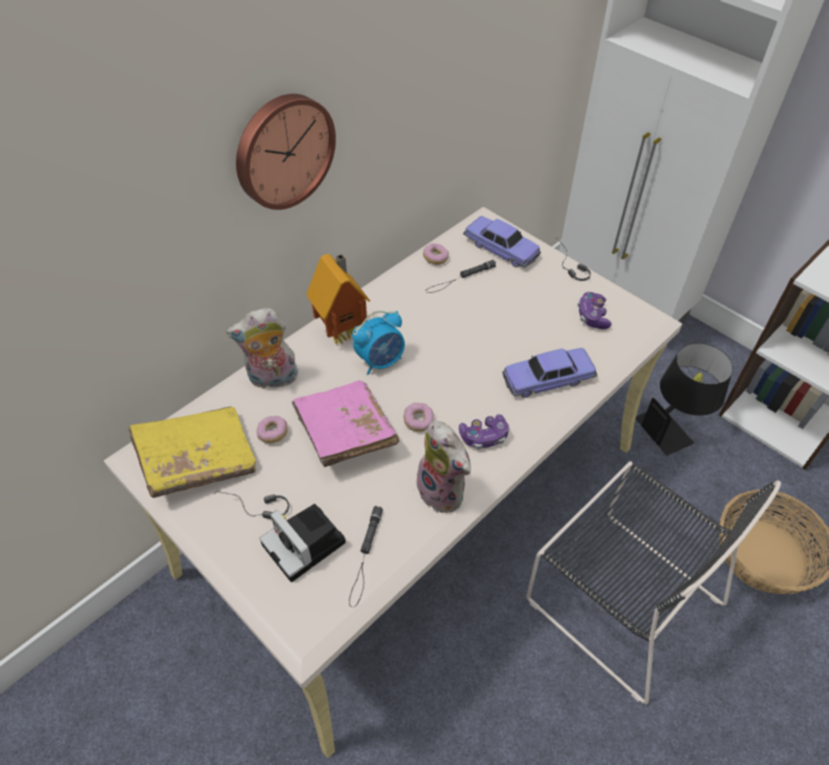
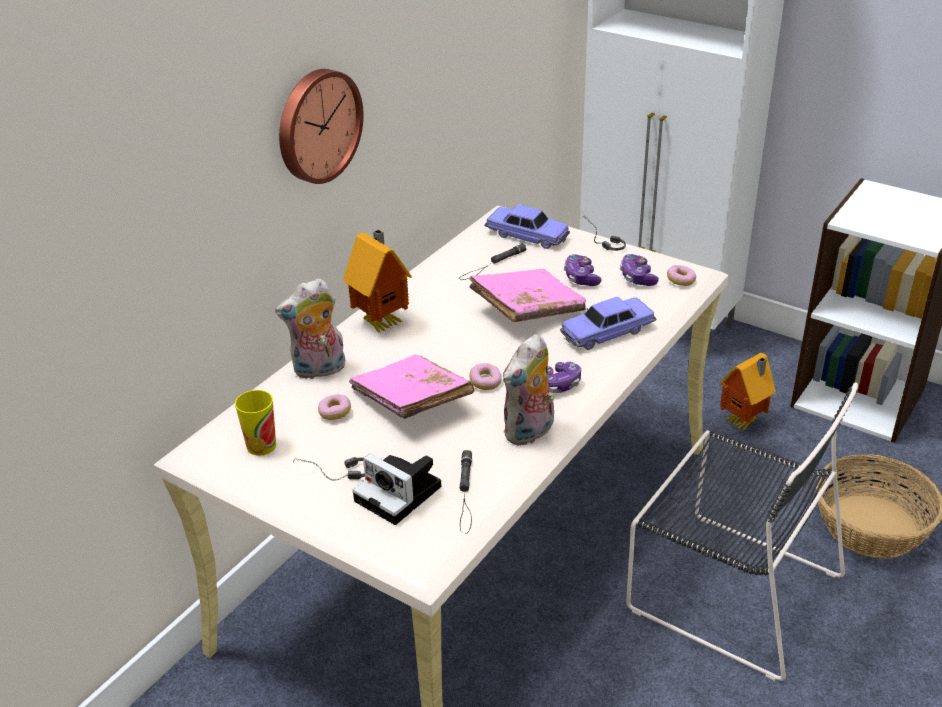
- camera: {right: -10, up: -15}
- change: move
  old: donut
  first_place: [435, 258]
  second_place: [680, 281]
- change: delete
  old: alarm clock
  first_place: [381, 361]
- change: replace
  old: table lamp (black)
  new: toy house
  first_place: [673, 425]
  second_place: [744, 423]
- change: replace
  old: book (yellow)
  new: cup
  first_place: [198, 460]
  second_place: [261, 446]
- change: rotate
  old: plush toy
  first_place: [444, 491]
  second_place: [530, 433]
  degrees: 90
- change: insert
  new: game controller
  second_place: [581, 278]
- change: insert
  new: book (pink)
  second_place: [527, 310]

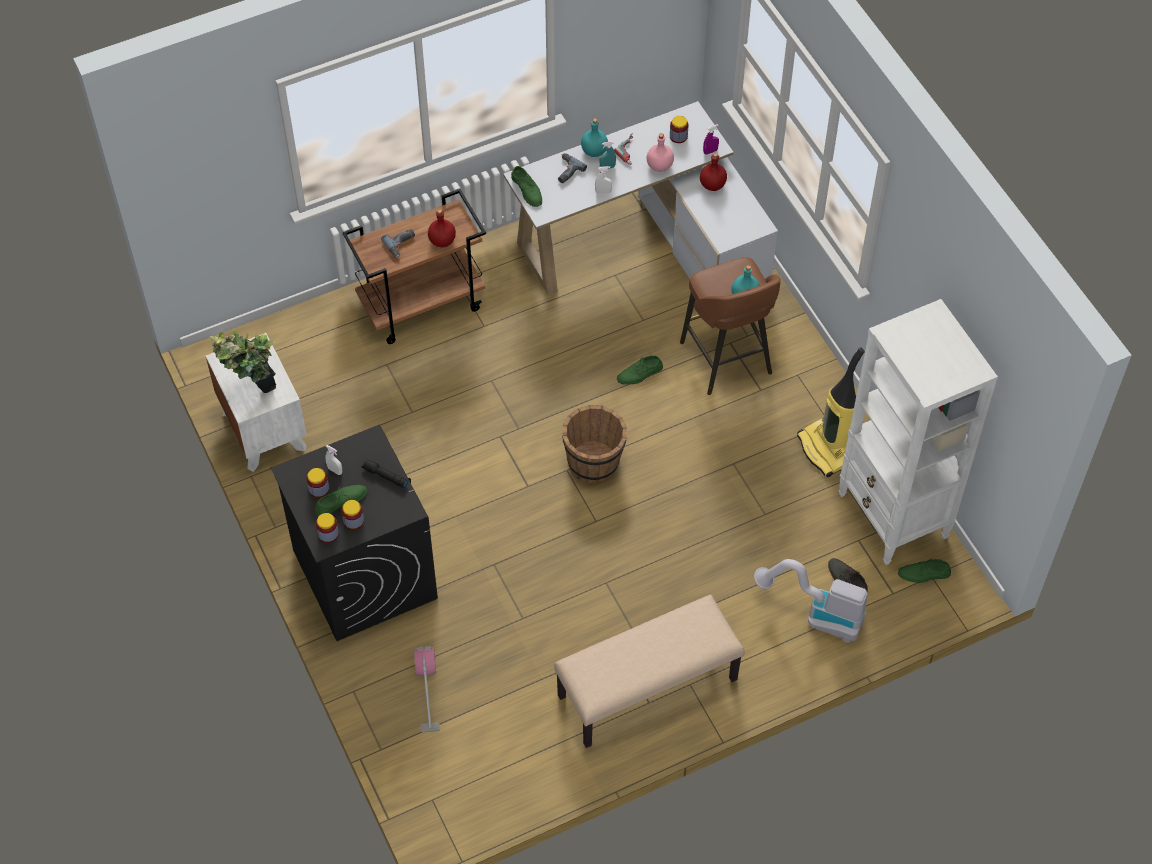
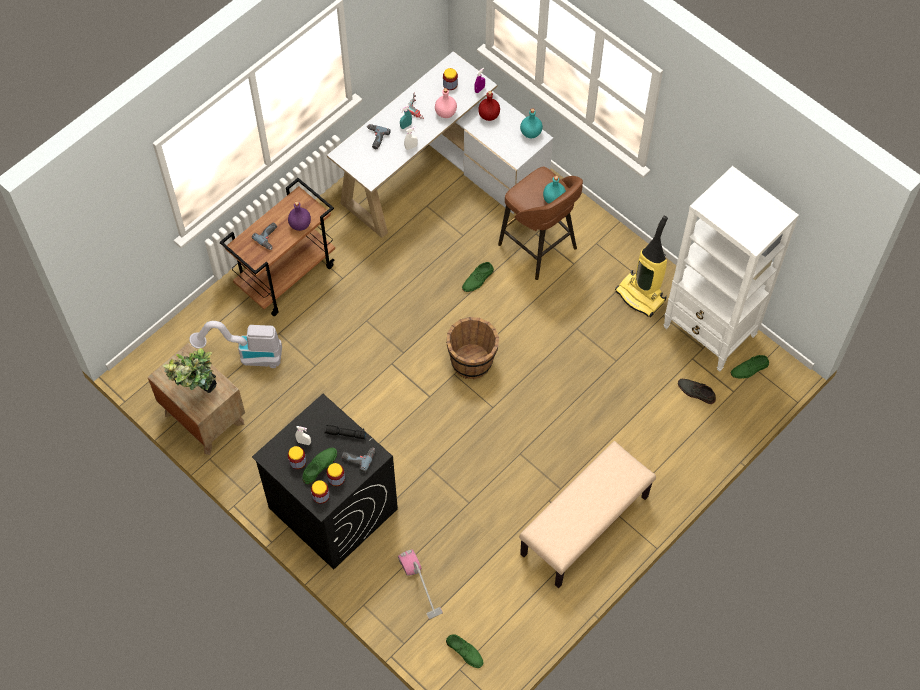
- camera: {right: -20, up: 5}
- change: move
  old: bottle (turquoise)
  first_place: [595, 151]
  second_place: [531, 133]
- change: move
  old: shoe (green)
  first_place: [527, 189]
  second_place: [465, 651]
- change: recolor
  old: bottle (red)
  new: bottle (purple)
  first_place: [442, 241]
  second_place: [300, 225]
- change: recolor
  old: nightstand (white)
  new: nightstand (brown)
  first_place: [263, 430]
  second_place: [203, 418]
- change: move
  old: vacuum cleaner
  first_place: [816, 615]
  second_place: [246, 355]
- change: insert
  new: power drill
  second_place: [358, 457]

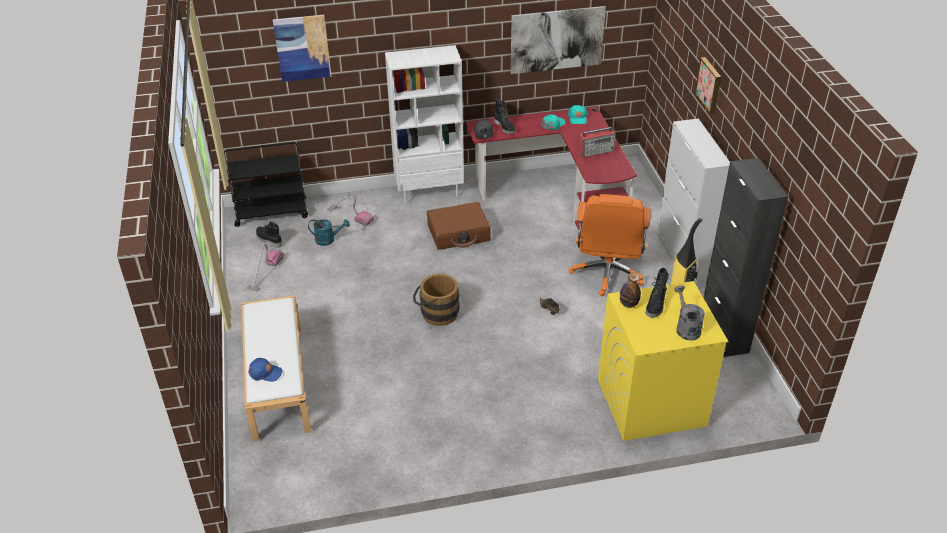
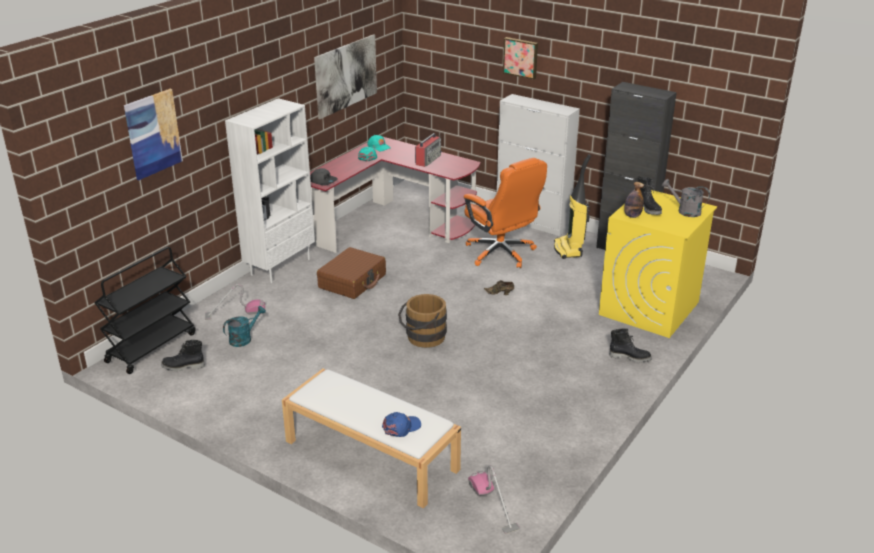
- camera: {right: -45, up: -10}
- change: move
  old: boot (black)
  first_place: [505, 127]
  second_place: [629, 357]
- change: move
  old: vacuum cleaner
  first_place: [265, 272]
  second_place: [493, 505]

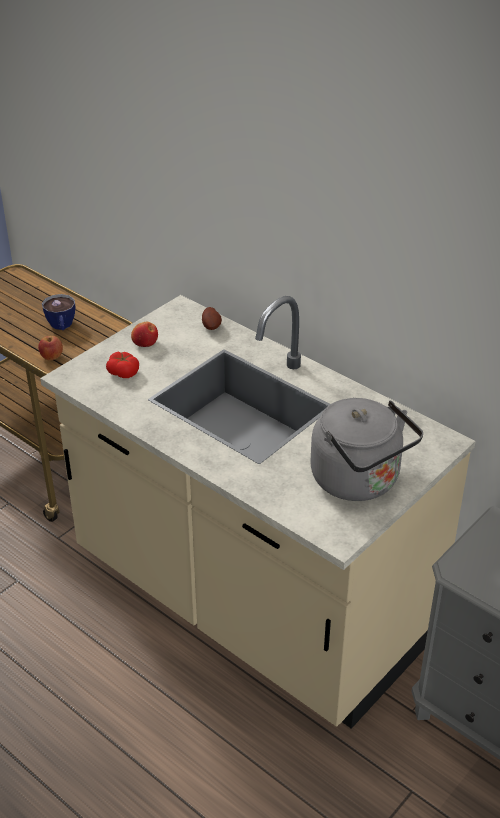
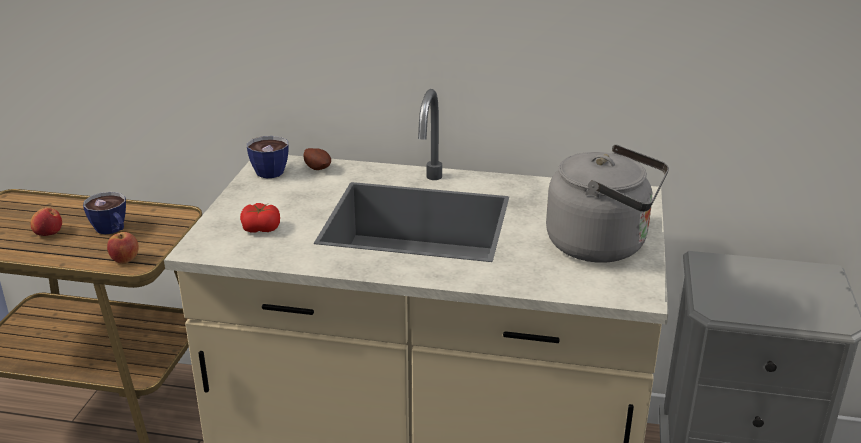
- camera: {right: -30, up: -10}
- change: move
  old: apple
  first_place: [145, 343]
  second_place: [48, 233]
- change: insert
  new: cup
  second_place: [273, 170]

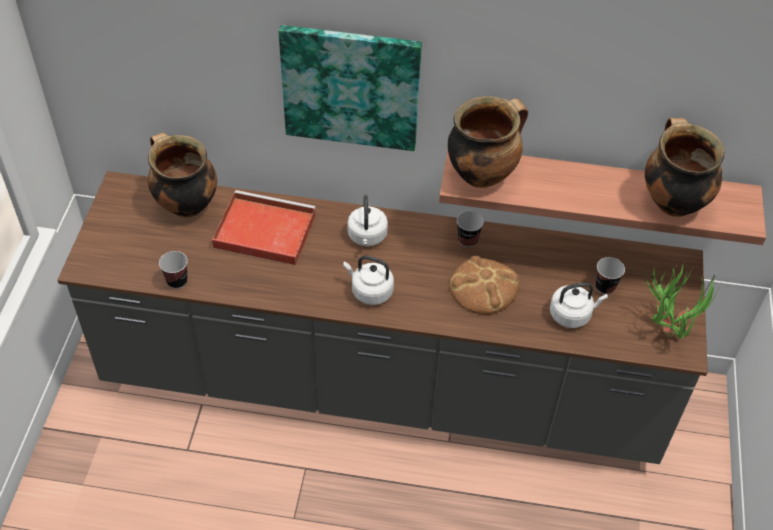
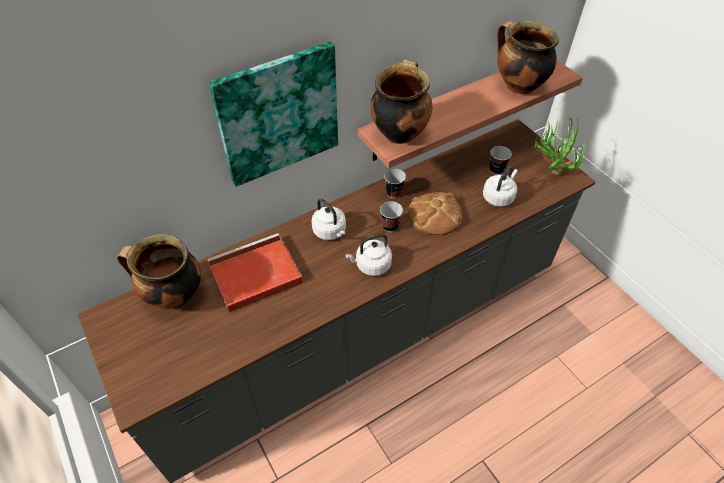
- camera: {right: -40, up: 0}
- change: move
  old: cup
  first_place: [177, 281]
  second_place: [390, 226]

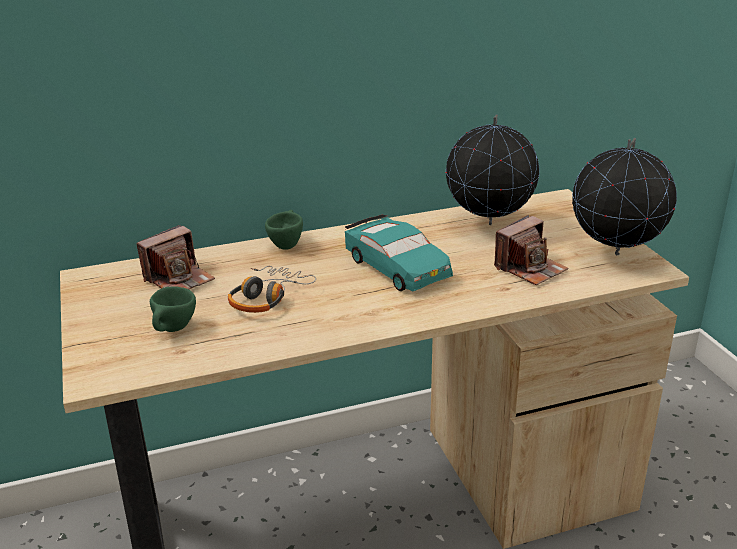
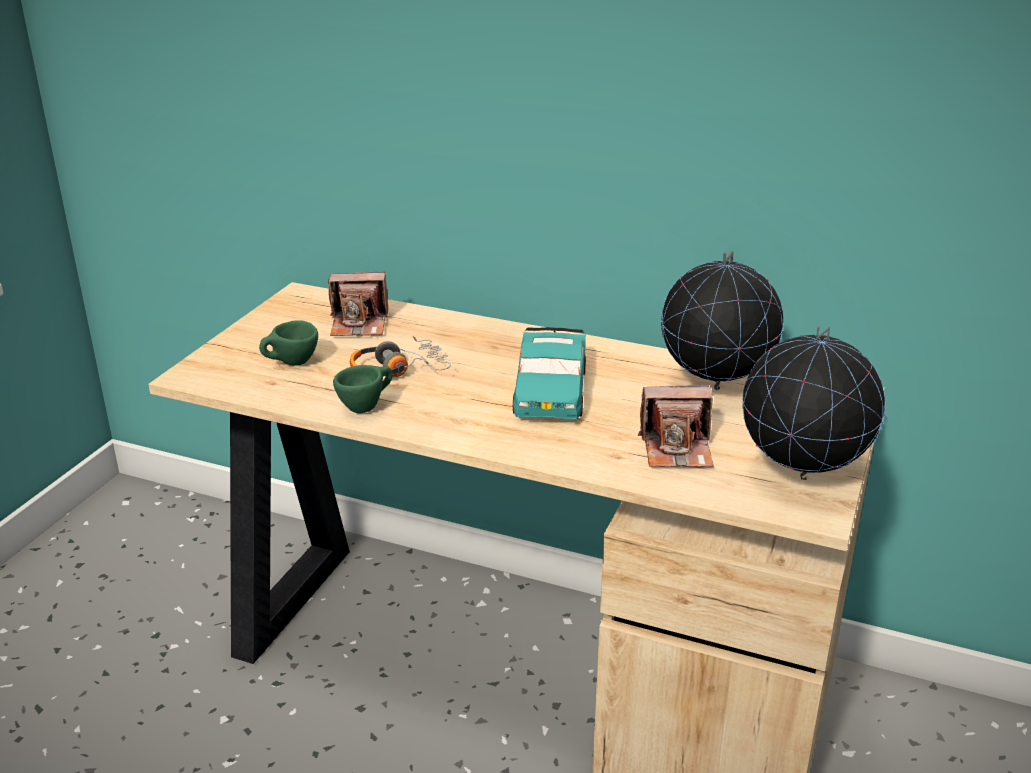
- camera: {right: 40, up: 0}
- change: move
  old: cup (green)
  first_place: [286, 244]
  second_place: [366, 406]

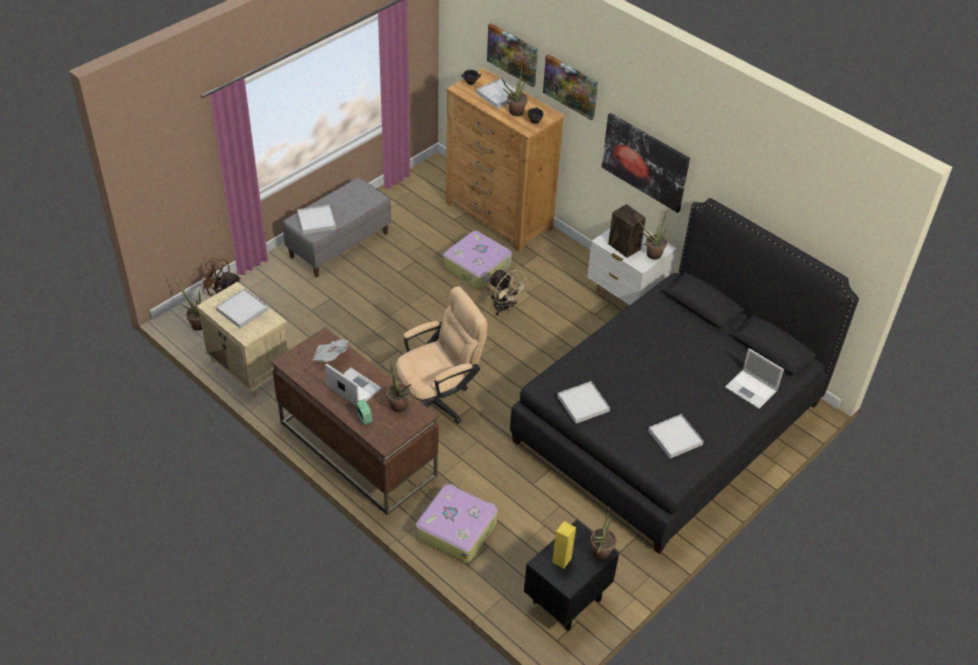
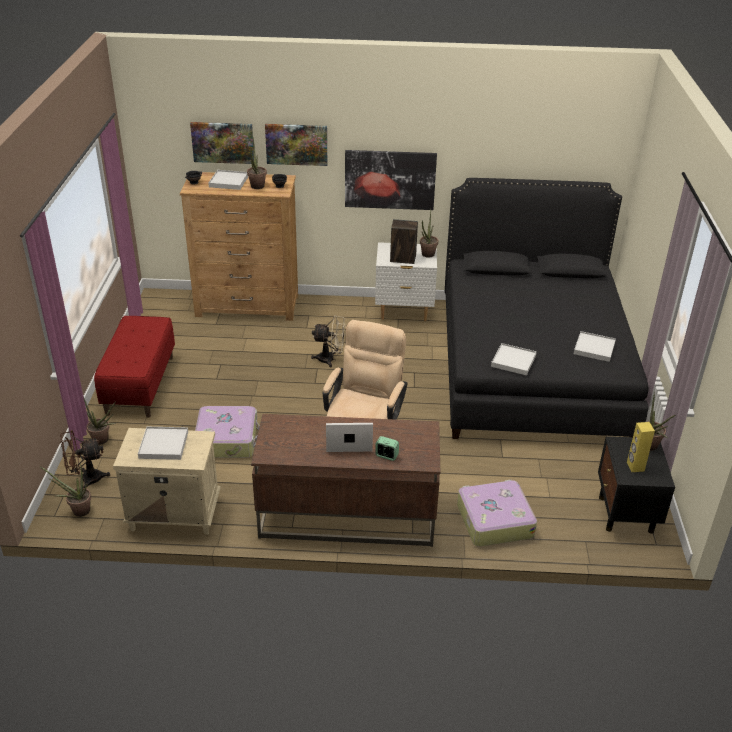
- camera: {right: -40, up: -10}
- change: recolor
  old: bench (grey)
  new: bench (red)
  first_place: [339, 244]
  second_place: [140, 385]
- change: delete
  old: tray (white)
  first_place: [316, 221]
- change: move
  old: suitcase
  first_place: [478, 267]
  second_place: [227, 439]
- change: delete
  old: newspaper
  first_place: [330, 357]
- change: delete
  old: laptop
  first_place: [751, 389]
- change: move
  old: potted plant
  first_place: [400, 408]
  second_place: [103, 440]

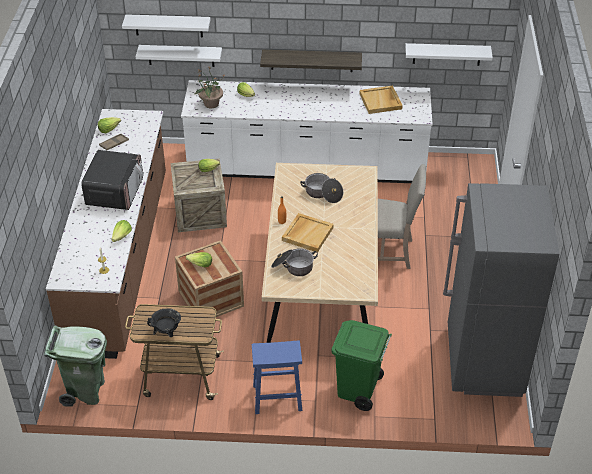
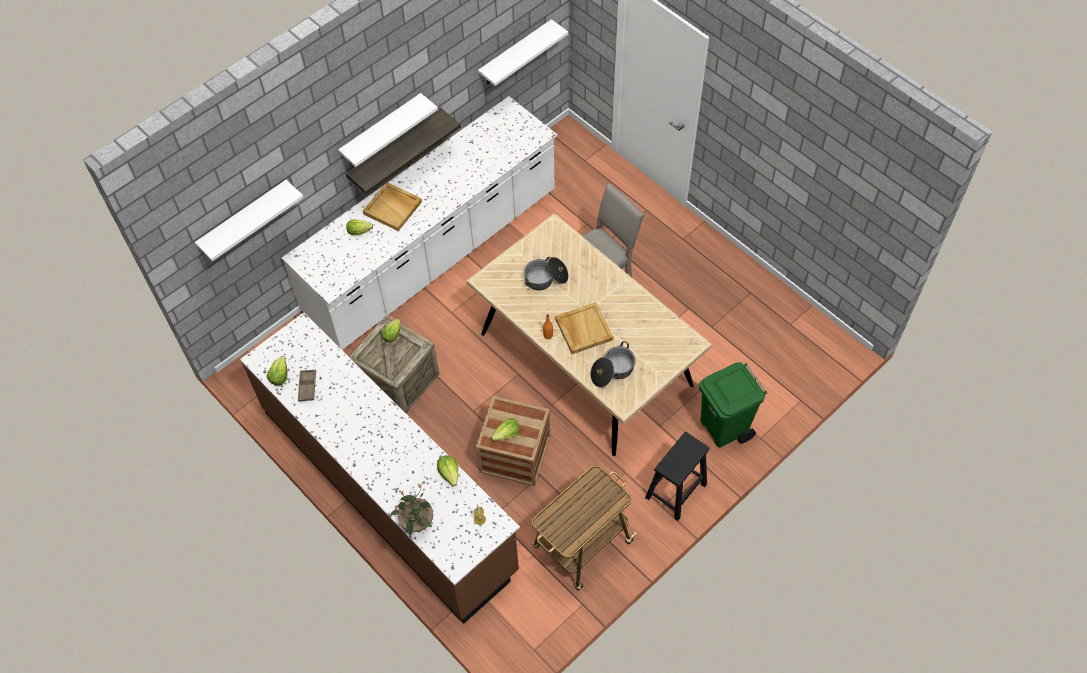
- camera: {right: -45, up: 15}
- change: move
  old: shelf (white)
  first_place: [181, 55]
  second_place: [381, 130]
- change: move
  old: potted plant
  first_place: [210, 104]
  second_place: [417, 523]
- change: move
  old: tray (beige)
  first_place: [381, 101]
  second_place: [393, 208]
- change: delete
  old: microwave
  first_place: [115, 192]
- change: delete
  old: fridge (grey)
  first_place: [483, 363]
- change: delete
  old: cooking pot (black)
  first_place: [166, 332]
- change: delete
  old: trash can (green)
  first_place: [86, 391]
- change: recolor
  old: stool (blue)
  new: stool (black)
  first_place: [278, 397]
  second_place: [676, 490]

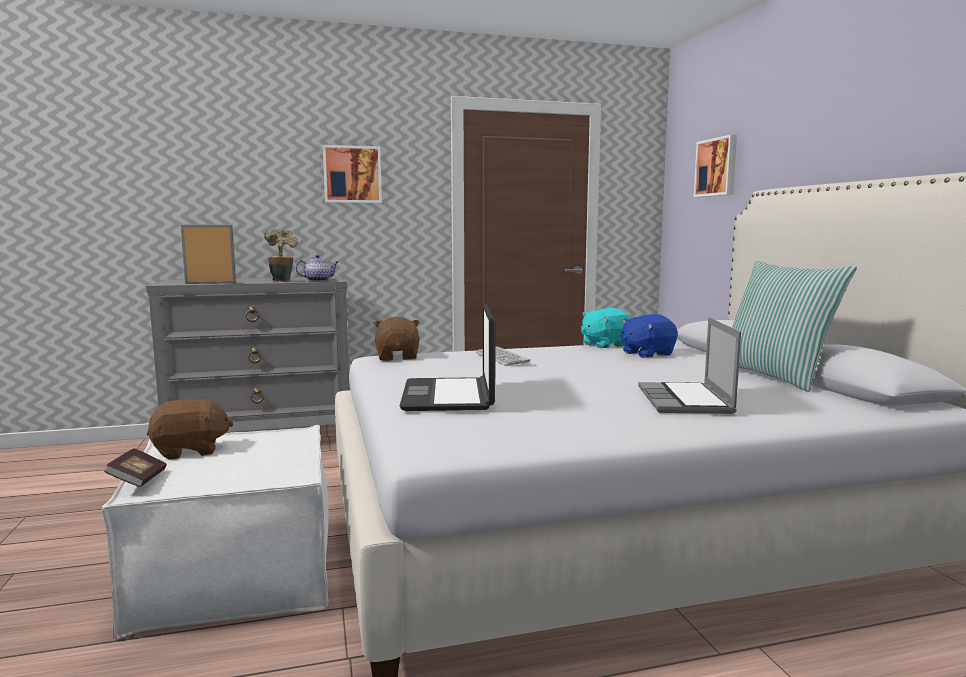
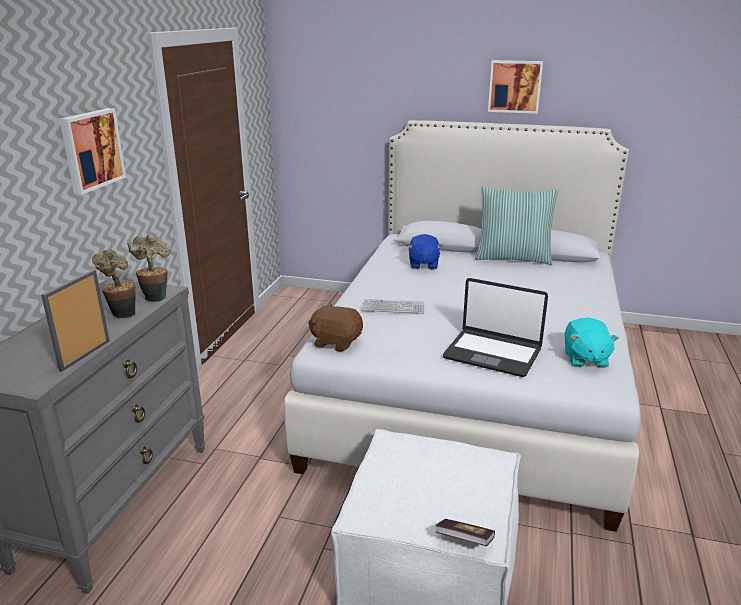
- camera: {right: -60, up: 15}
- change: move
  old: picture
  first_place: [717, 167]
  second_place: [515, 86]
- change: replace
  old: teapot
  new: potted plant
  first_place: [318, 280]
  second_place: [155, 297]
- change: move
  old: plush toy (turquoise)
  first_place: [605, 345]
  second_place: [585, 359]
- change: delete
  old: laptop
  first_place: [686, 401]
- change: delete
  old: plush toy (brown)
  first_place: [190, 451]

